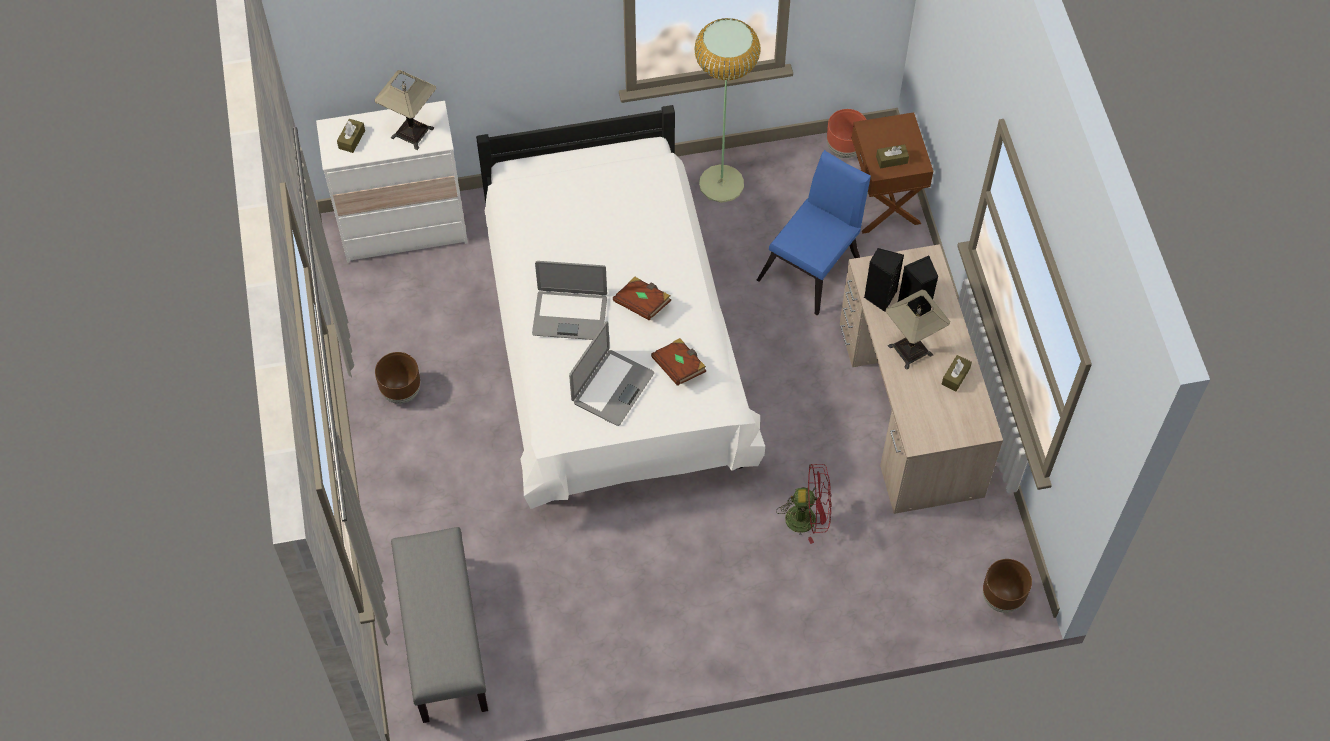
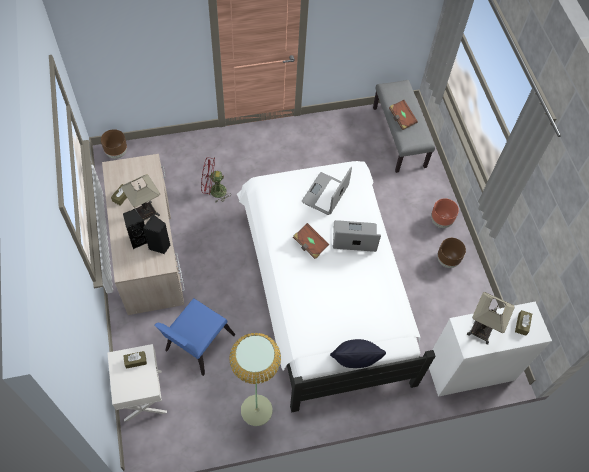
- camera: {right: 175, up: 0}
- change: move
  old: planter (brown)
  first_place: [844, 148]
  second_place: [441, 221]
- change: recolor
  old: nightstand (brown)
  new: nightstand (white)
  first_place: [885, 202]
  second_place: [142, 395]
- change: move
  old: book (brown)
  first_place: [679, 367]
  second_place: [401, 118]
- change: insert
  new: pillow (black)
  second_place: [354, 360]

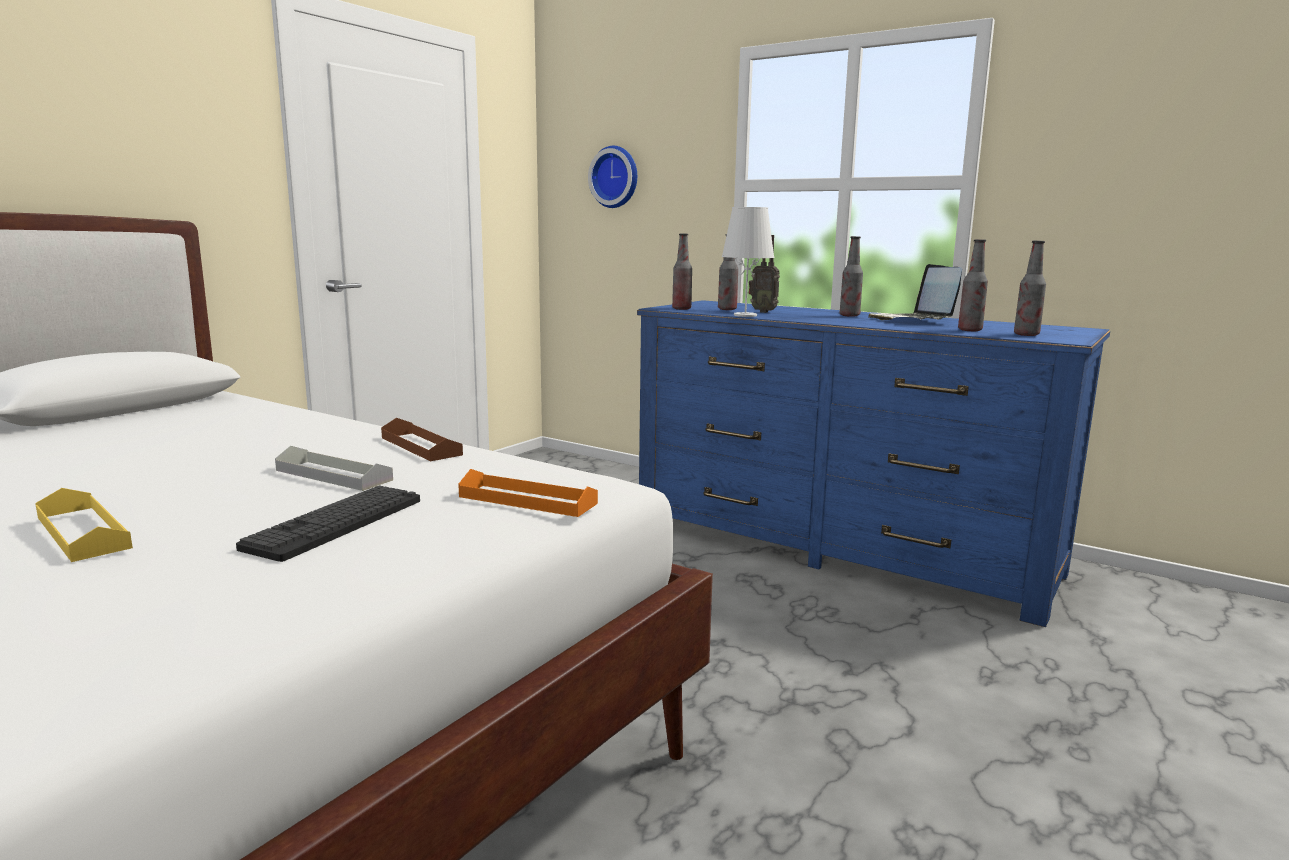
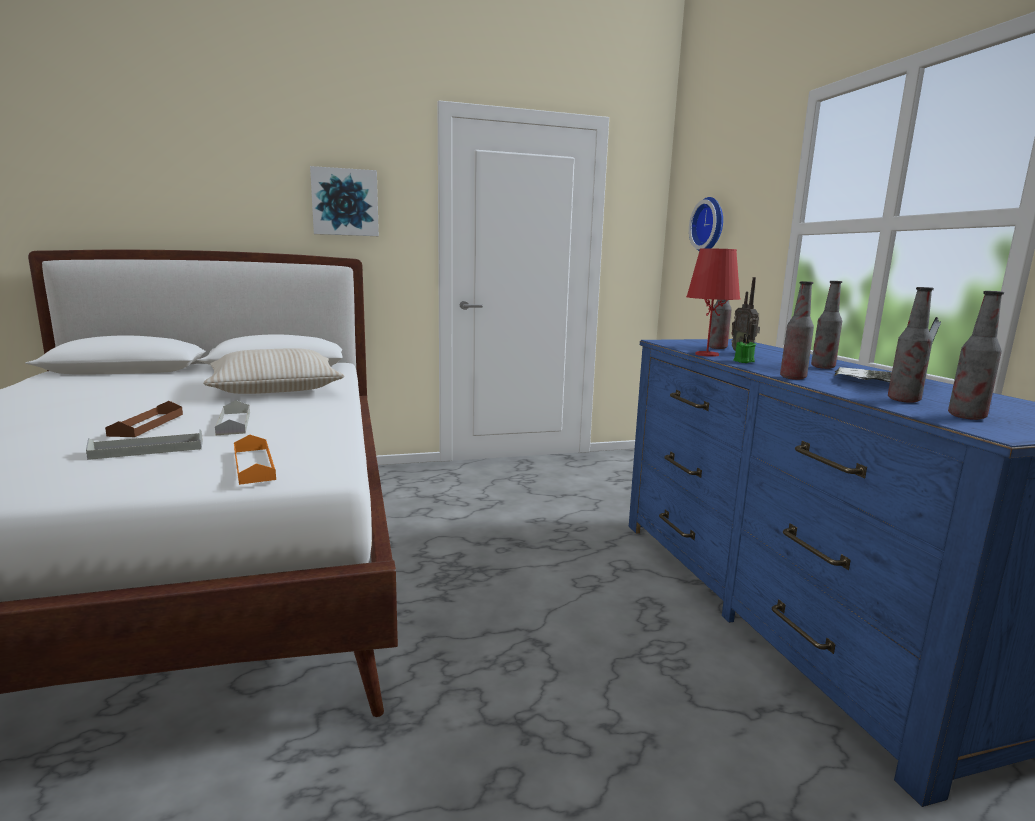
- camera: {right: 40, up: 0}
- change: recolor
  old: table lamp (white)
  new: table lamp (red)
  first_place: [745, 315]
  second_place: [706, 354]
- change: move
  old: bottle
  first_place: [681, 309]
  second_place: [793, 378]
- change: move
  old: tray (brown)
  first_place: [421, 446]
  second_place: [147, 424]
- change: replace
  old: keyboard
  new: tray (grey)
  first_place: [336, 523]
  second_place: [148, 449]
- change: delete
  old: tray (yellow)
  first_place: [83, 532]
- change: insert
  new: picture
  second_place: [345, 202]
- change: insert
  new: candle (green)
  second_place: [743, 361]
- change: insert
  new: pillow (beige)
  second_place: [275, 388]

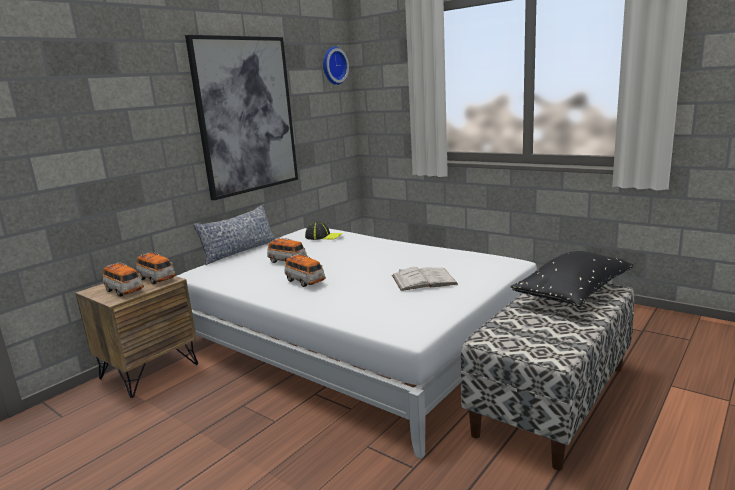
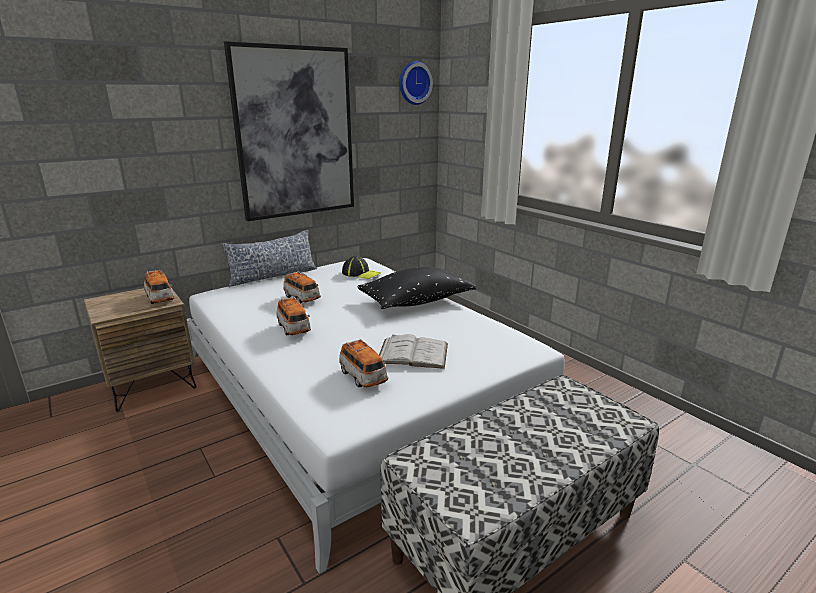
- camera: {right: 15, up: 5}
- change: move
  old: pillow (black)
  first_place: [573, 294]
  second_place: [416, 302]
- change: move
  old: toy car
  first_place: [124, 291]
  second_place: [363, 377]

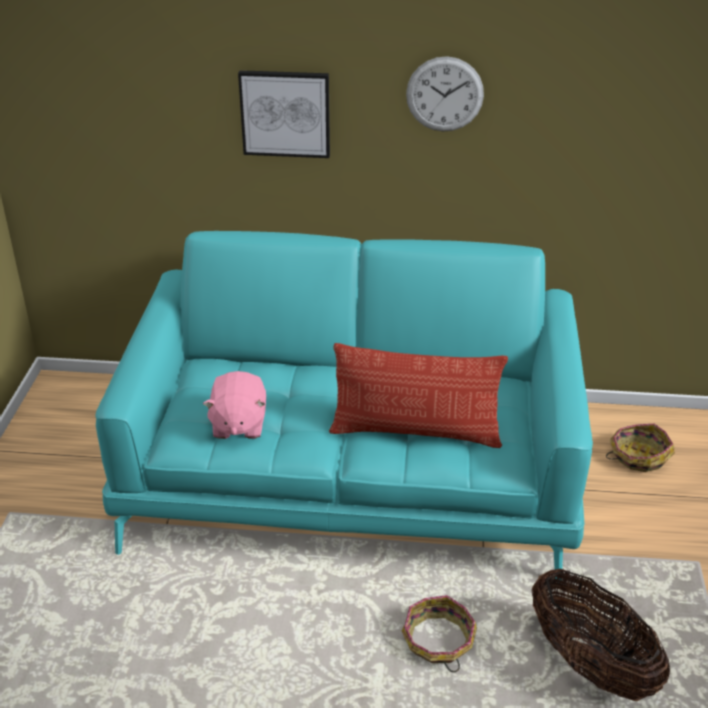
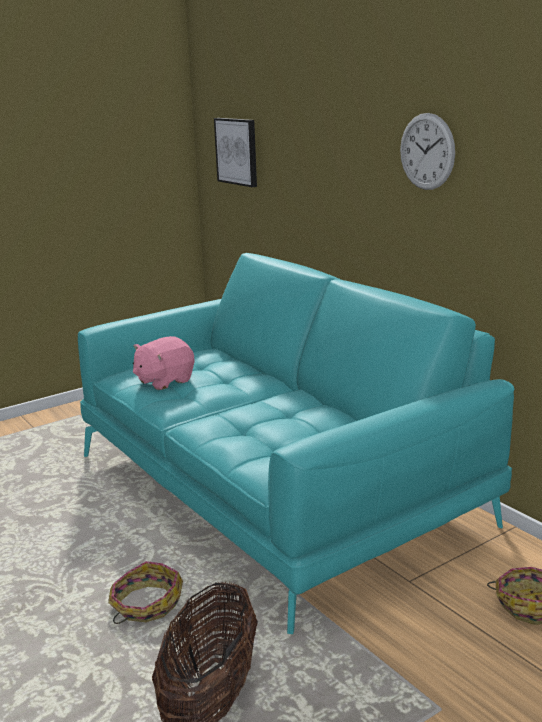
- camera: {right: 50, up: -15}
- change: move
  old: picture
  first_place: [285, 113]
  second_place: [237, 151]
- change: delete
  old: pillow
  first_place: [415, 432]

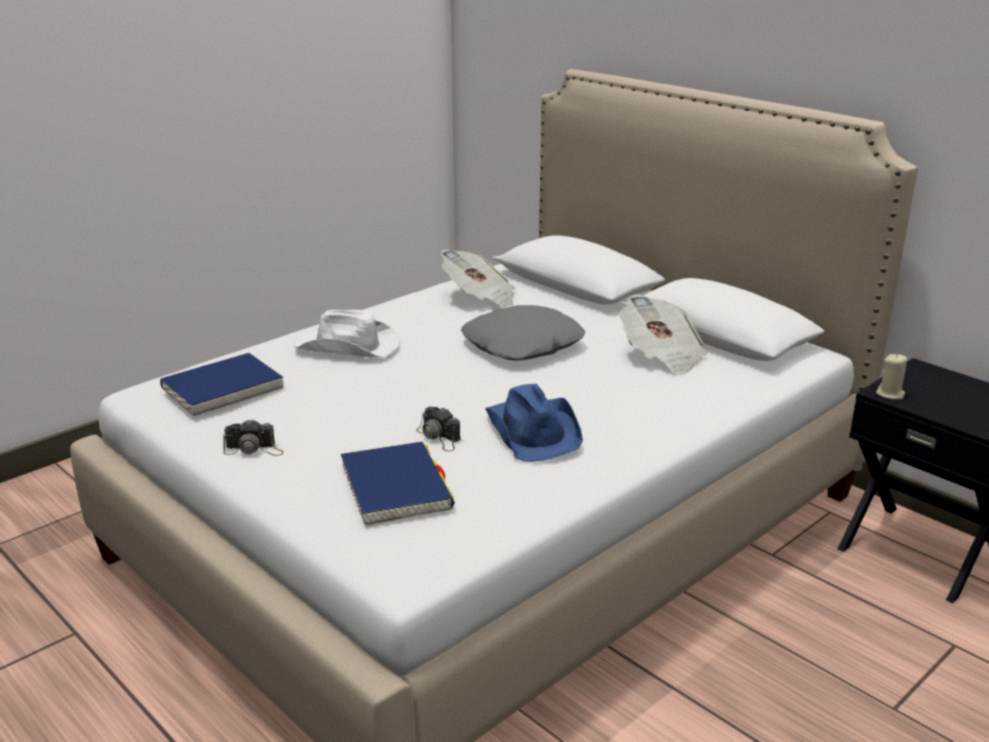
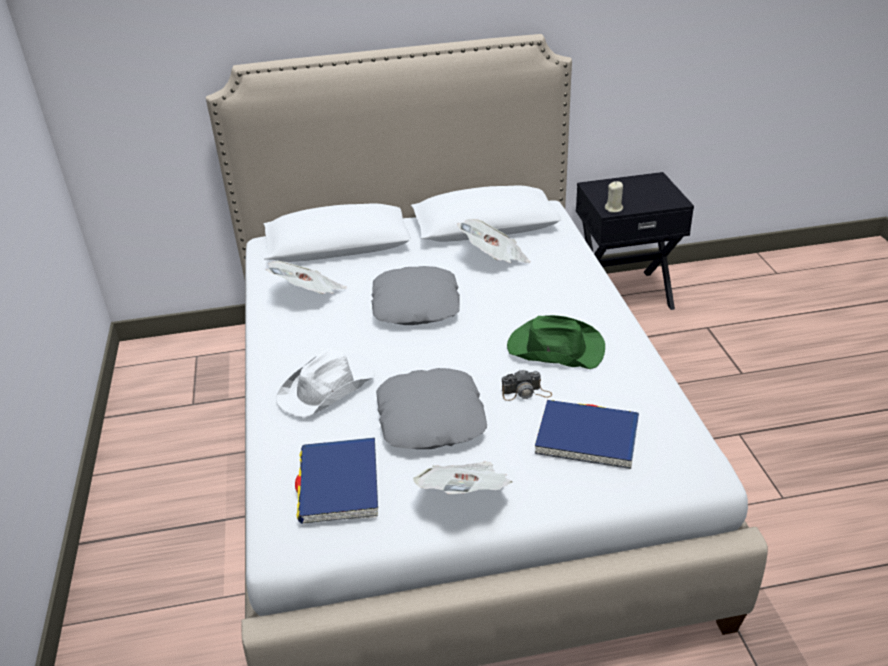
- camera: {right: -55, up: 10}
- change: recolor
  old: hat (blue)
  new: hat (green)
  first_place: [534, 431]
  second_place: [554, 348]
- change: replace
  old: photo camera
  new: newspaper
  first_place: [254, 449]
  second_place: [465, 495]
- change: insert
  new: pillow (grey)
  second_place: [432, 418]

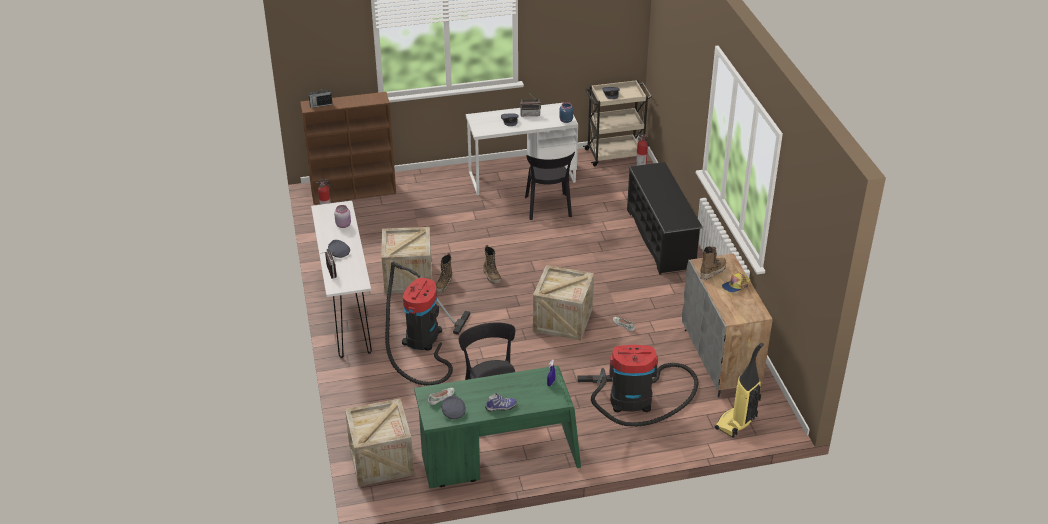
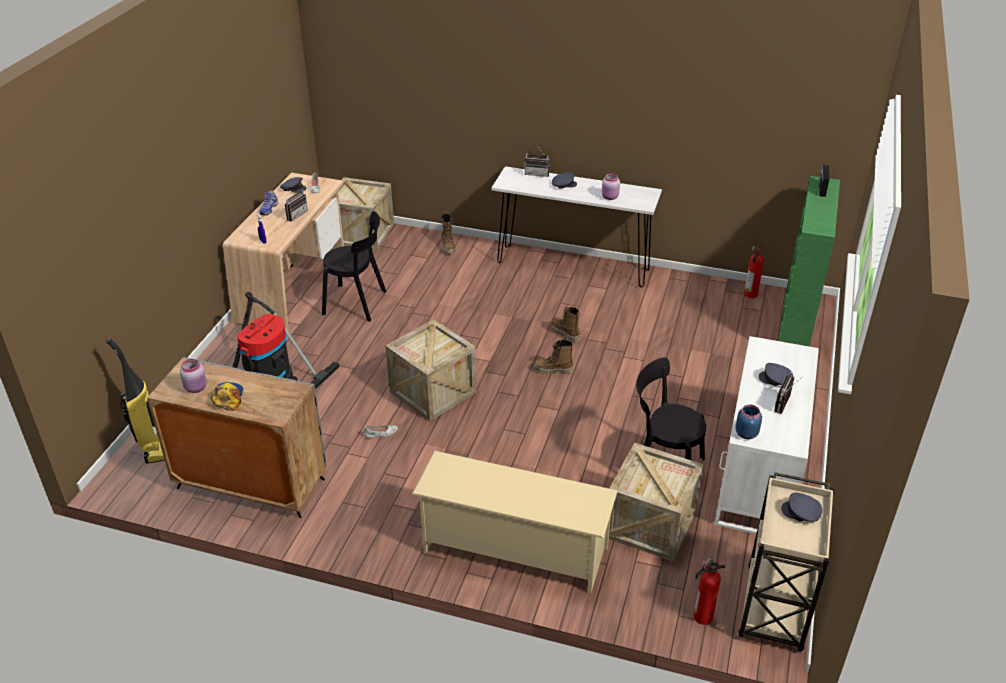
- camera: {right: 120, up: 0}
- change: recolor
  old: bookcase (brown)
  new: bookcase (green)
  first_place: [354, 192]
  second_place: [795, 325]
- change: recolor
  old: shoe rack (black)
  new: shoe rack (beige)
  first_place: [660, 238]
  second_place: [513, 550]
- change: move
  old: crate
  first_place: [408, 277]
  second_place: [650, 524]
- change: move
  old: boot
  first_place: [712, 271]
  second_place: [447, 247]
- change: delete
  old: vacuum cleaner
  first_place: [421, 340]
- change: recolor
  old: desk (green)
  new: desk (beige)
  first_place: [499, 460]
  second_place: [294, 286]
- change: insert
  new: radio
  second_place: [295, 215]
- change: insert
  new: jar (pink)
  second_place: [196, 388]

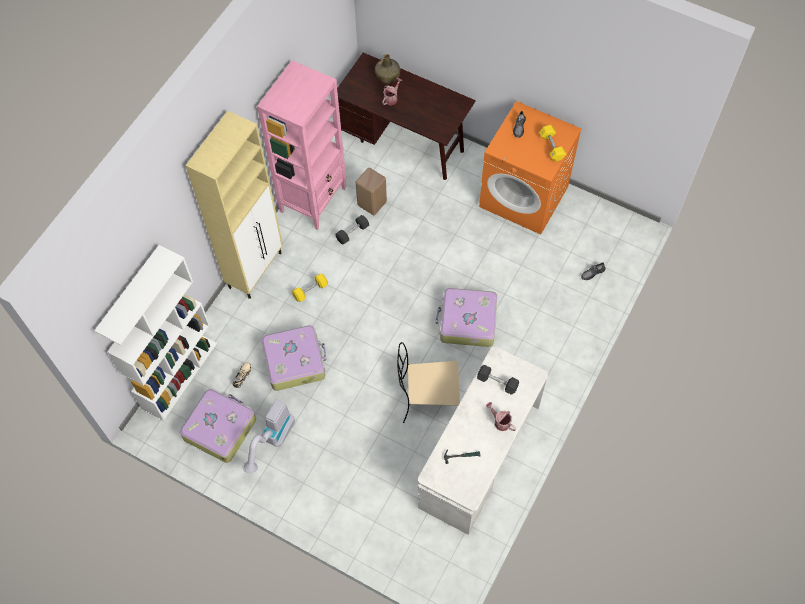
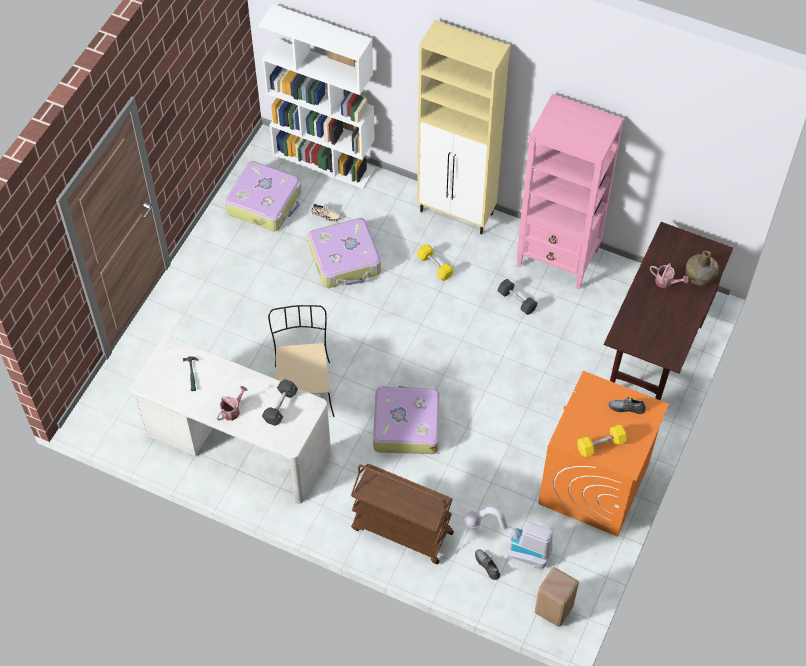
- camera: {right: 85, up: -5}
- change: move
  old: stool (beige)
  first_place: [371, 204]
  second_place: [553, 607]
- change: move
  old: vacuum cleaner
  first_place: [272, 441]
  second_place: [514, 547]
- change: insert
  new: cart (brown)
  second_place: [401, 531]

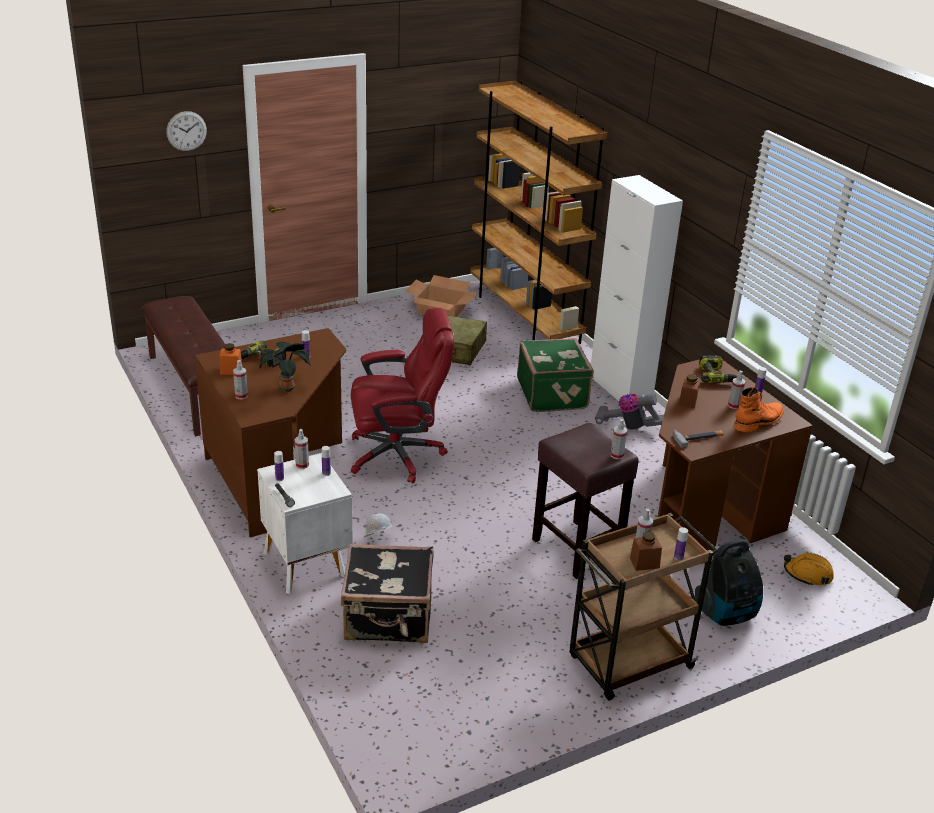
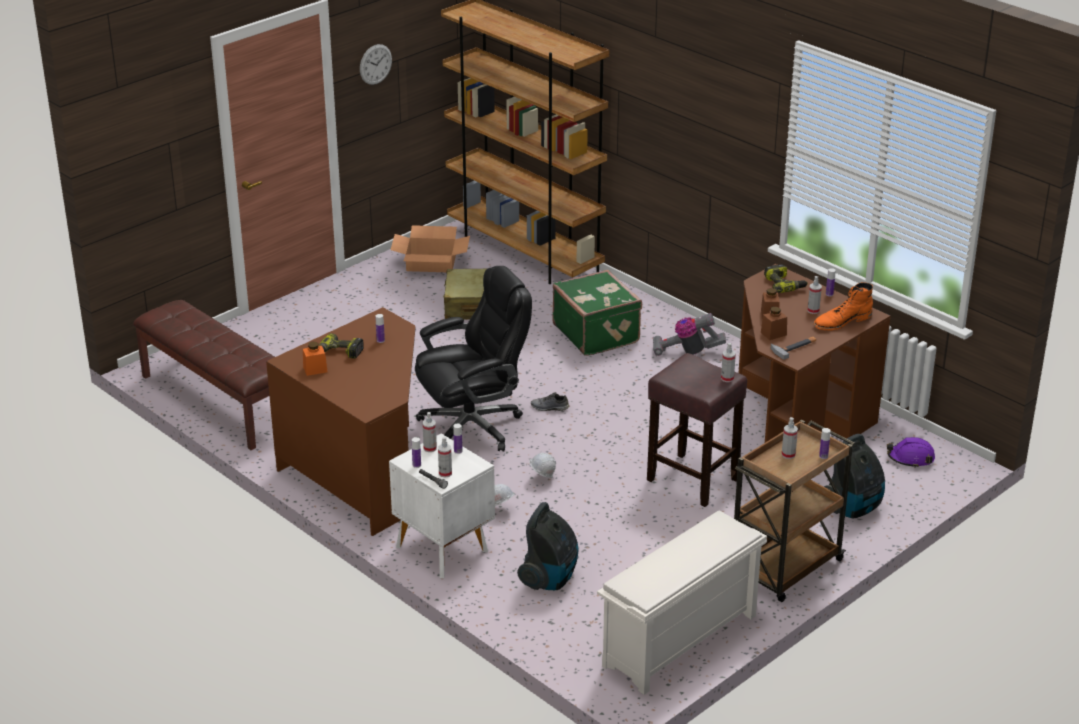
- camera: {right: -15, up: 0}
- change: move
  old: wall clock
  first_place: [186, 131]
  second_place: [375, 64]
- change: delete
  old: cabinet (white)
  first_place: [620, 389]
- change: recolor
  old: office chair (red)
  new: office chair (black)
  first_place: [398, 454]
  second_place: [473, 426]
- change: delete
  old: potted plant
  first_place: [287, 388]
- change: move
  old: spray bottle
  first_place: [241, 396]
  second_place: [445, 473]
- change: rotate
  old: boot (orange)
  first_place: [758, 421]
  second_place: [841, 321]
  degrees: -150
- change: move
  old: jar (brown)
  first_place: [644, 563]
  second_place: [773, 334]
- change: replace
  old: suitcase (black)
  new: vacuum cleaner
  first_place: [389, 618]
  second_place: [550, 578]
- change: recolor
  old: hard hat (orange)
  new: hard hat (purple)
  first_place: [807, 574]
  second_place: [910, 458]
- change: insert
  new: shoe (grey)
  second_place: [549, 408]
- change: insert
  new: hard hat (white)
  second_place: [542, 478]
- change: insert
  new: shoe rack (white)
  second_place: [679, 642]

